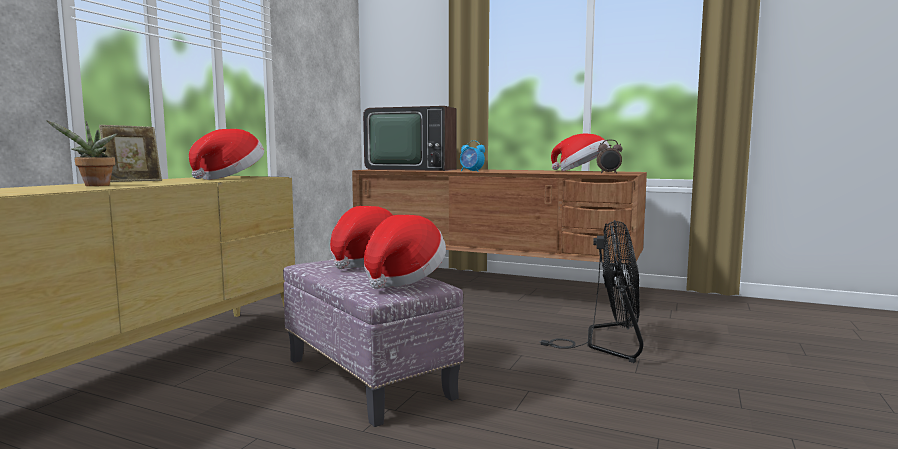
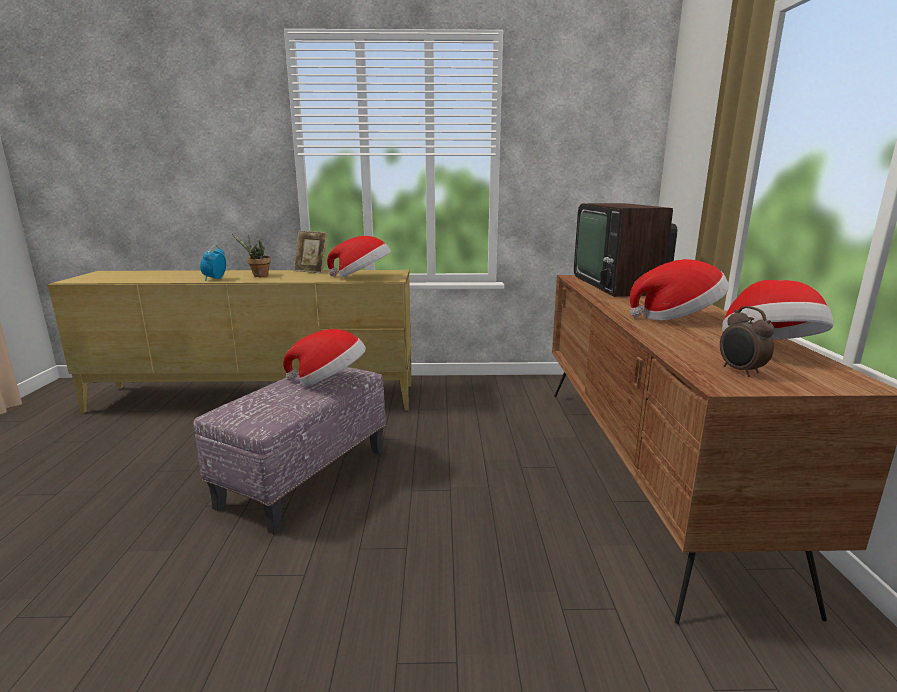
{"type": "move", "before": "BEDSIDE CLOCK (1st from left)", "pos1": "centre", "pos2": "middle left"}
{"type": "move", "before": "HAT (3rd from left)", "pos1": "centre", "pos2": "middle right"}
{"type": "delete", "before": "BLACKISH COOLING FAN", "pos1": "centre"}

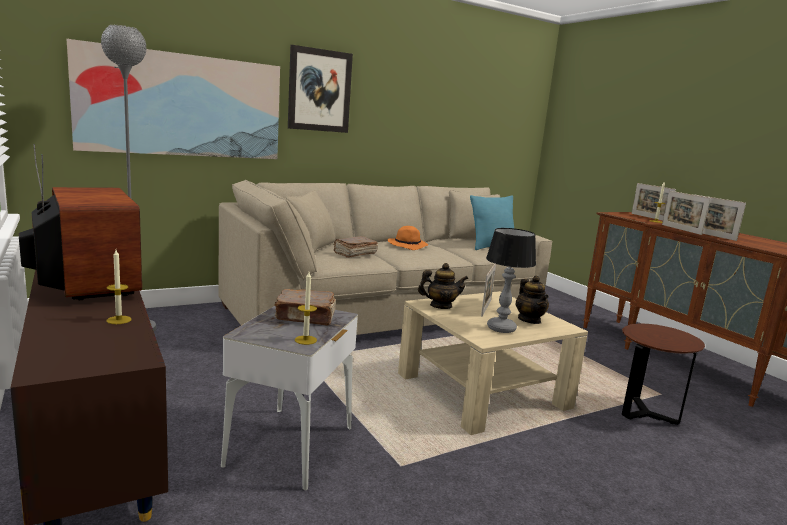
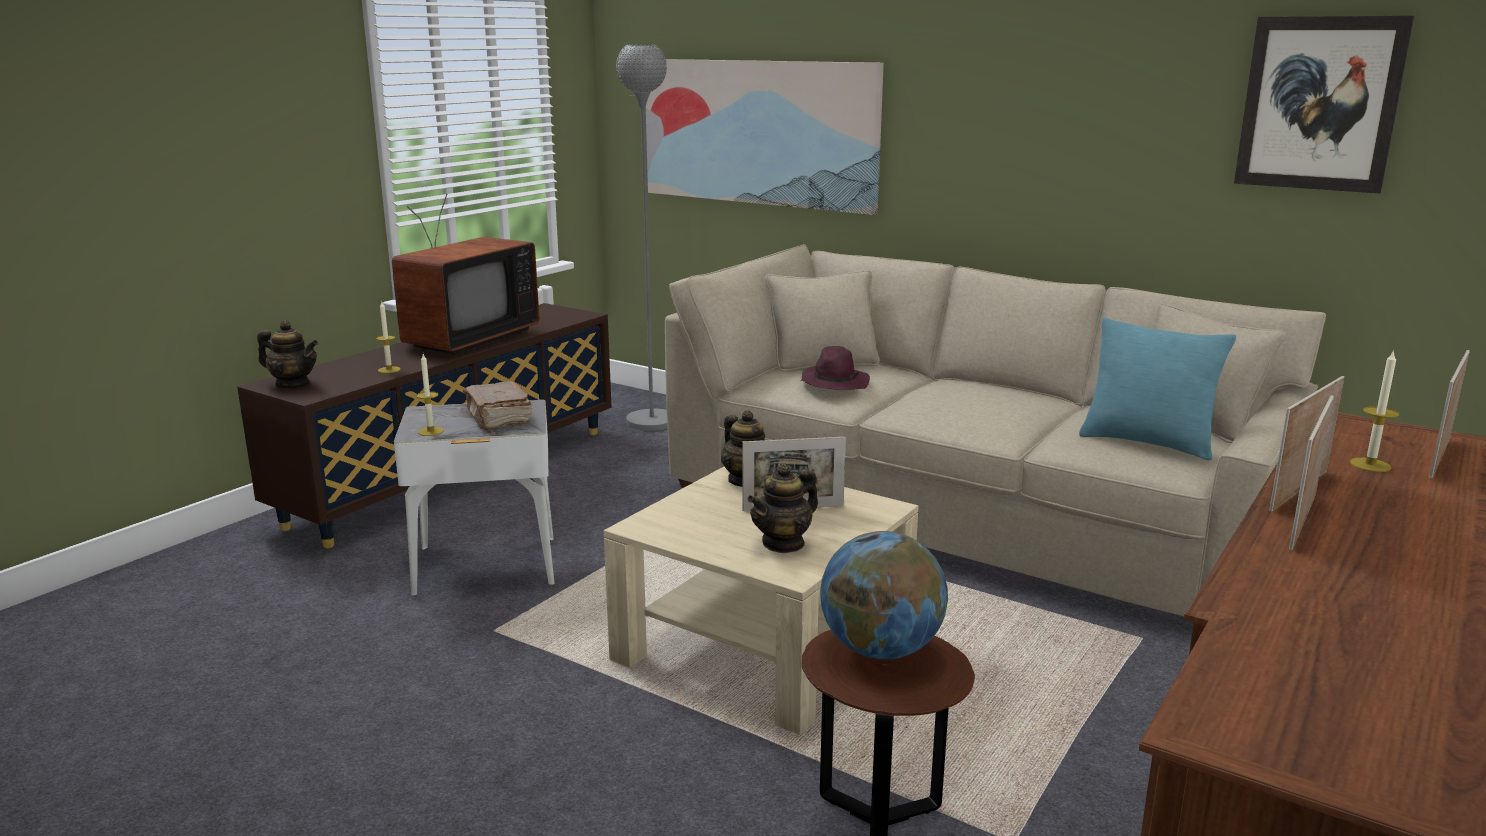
{"type": "insert", "after": "TEA POT (1st from left)", "pos2": "middle left"}
{"type": "replace", "before": "BROWNISH BOUND BOOK (2nd from left)", "after": "PURPLISH HAT", "pos1": "centre", "pos2": "centre"}
{"type": "insert", "after": "WORLD GLOBE", "pos2": "bottom centre"}
{"type": "move", "before": "WALL ART (2nd from left)", "pos1": "top centre", "pos2": "top right"}
{"type": "delete", "before": "ORANGE-COLOURED HAT", "pos1": "centre"}
{"type": "delete", "before": "TABLETOP LAMP", "pos1": "centre"}

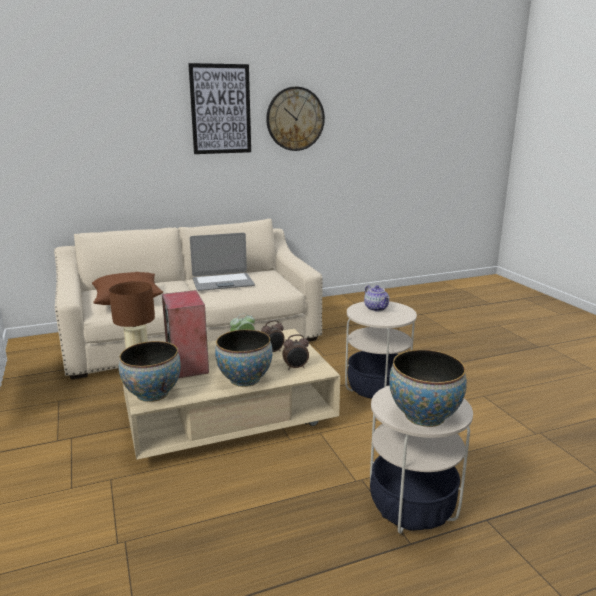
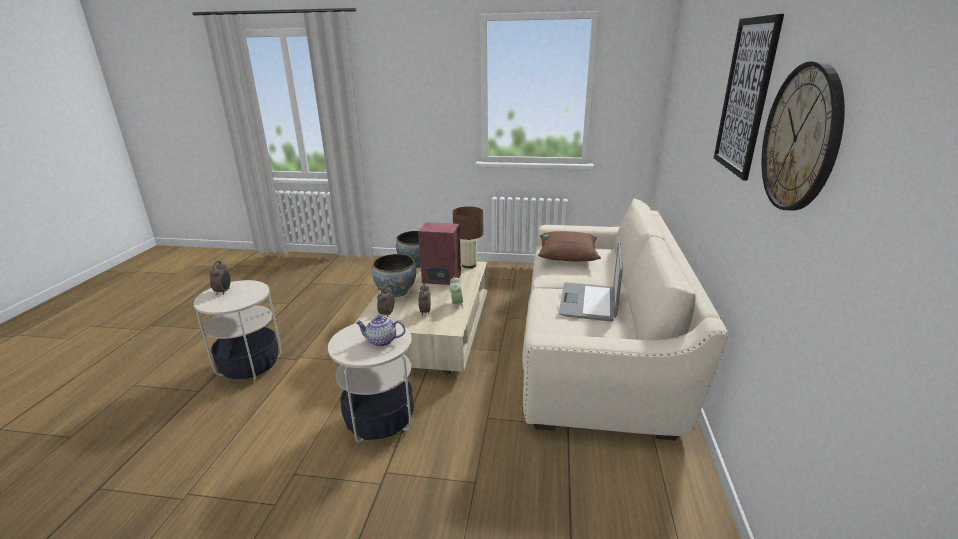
{"type": "replace", "before": "DEEP DISH (3rd from left)", "after": "BEDSIDE CLOCK (1st from left)", "pos1": "middle right", "pos2": "middle left"}

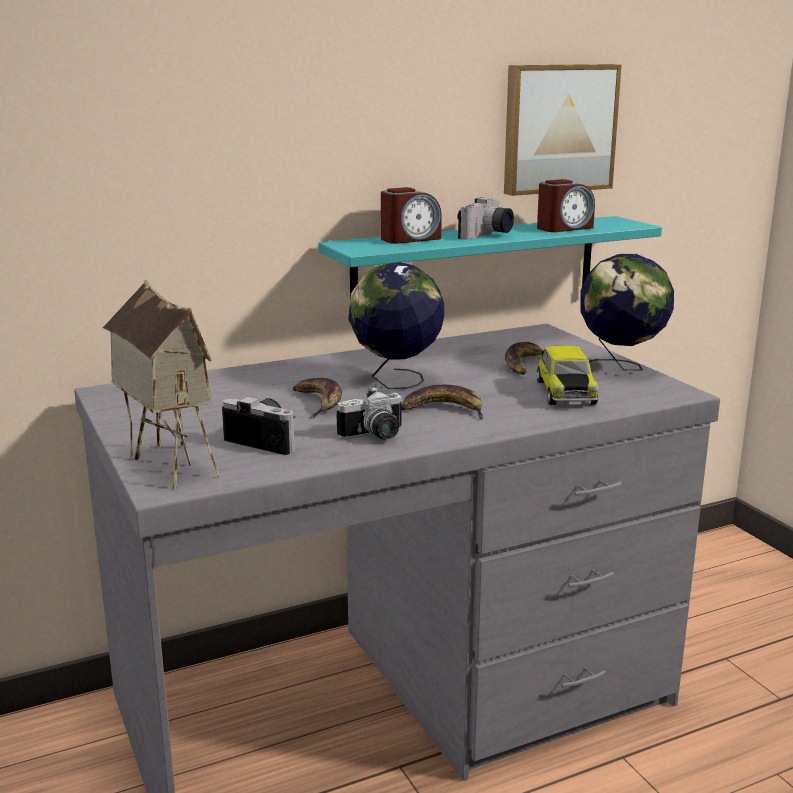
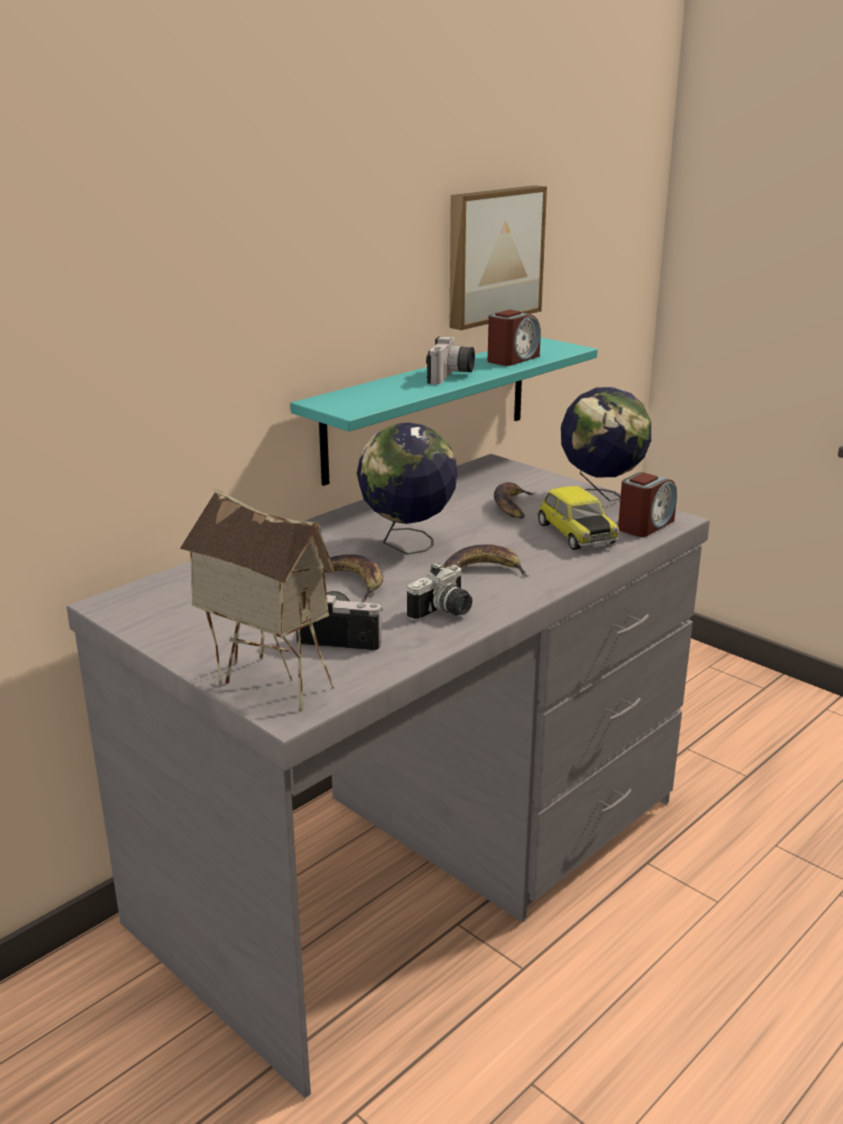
{"type": "move", "before": "BEDSIDE CLOCK (1st from left in the first image)", "after": "BEDSIDE CLOCK (2nd from left)", "pos1": "top centre", "pos2": "middle right"}

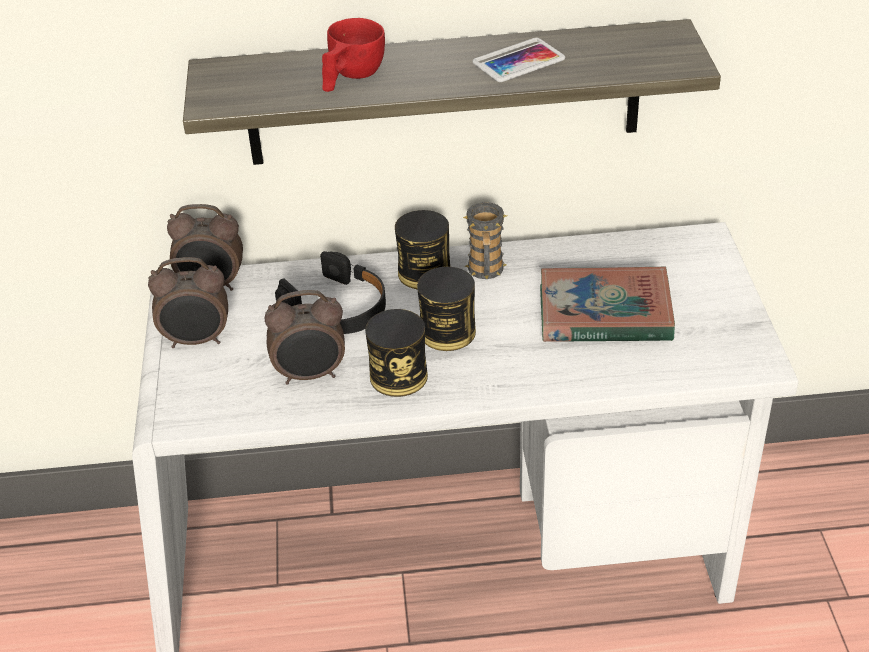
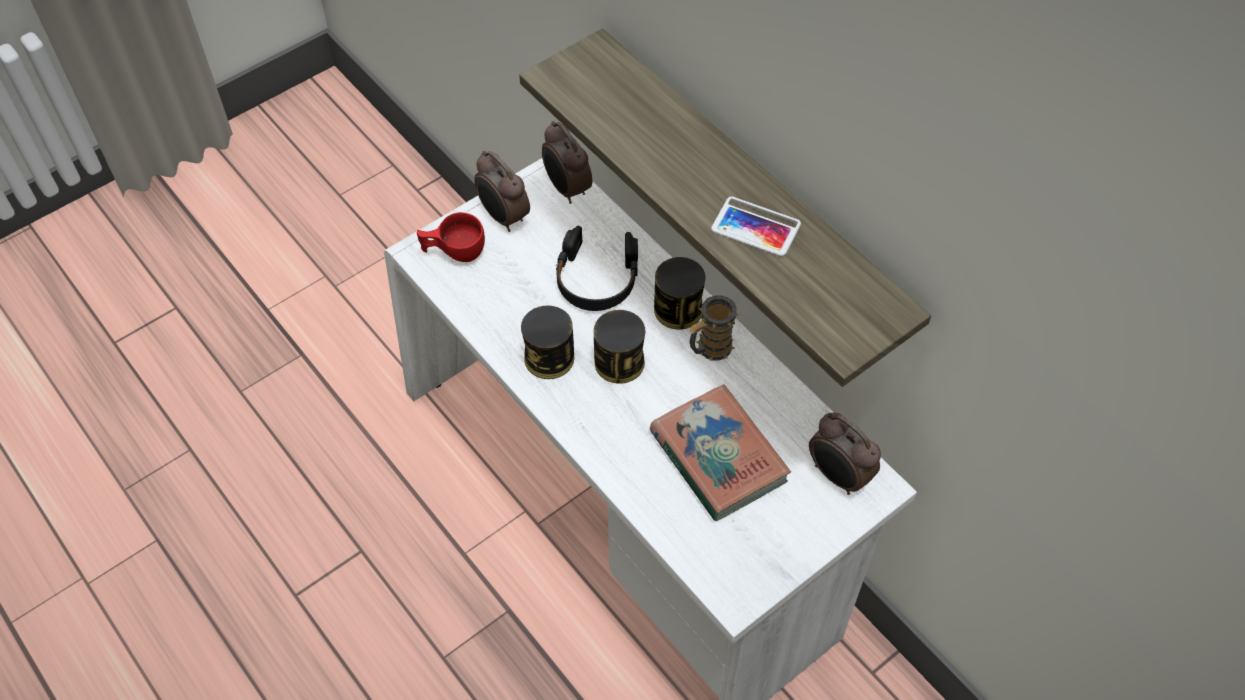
{"type": "move", "before": "RED-COLOURED SMALL CUP", "pos1": "top centre", "pos2": "centre"}
{"type": "move", "before": "BEDSIDE CLOCK (3rd from left)", "pos1": "centre", "pos2": "middle right"}

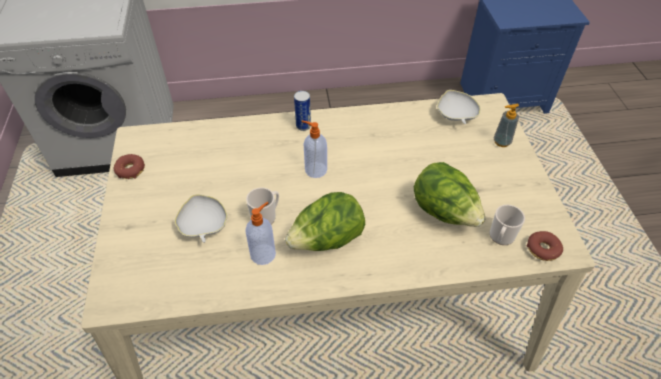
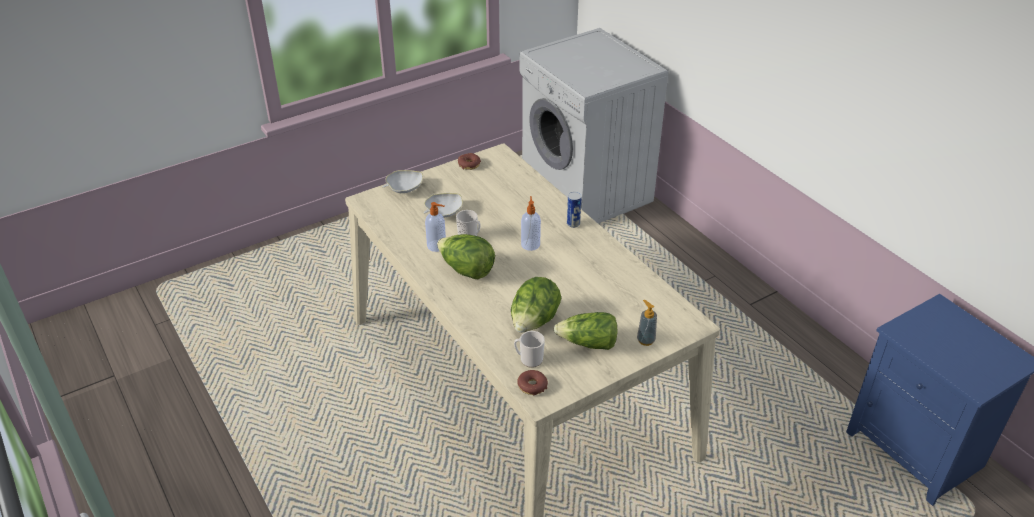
{"type": "move", "before": "WHITE DEEP DISH (2nd from left in the first image)", "after": "WHITE DEEP DISH (1st from left)", "pos1": "top right", "pos2": "centre"}
{"type": "insert", "after": "HEAD OF LETTUCE (3rd from left)", "pos2": "centre"}

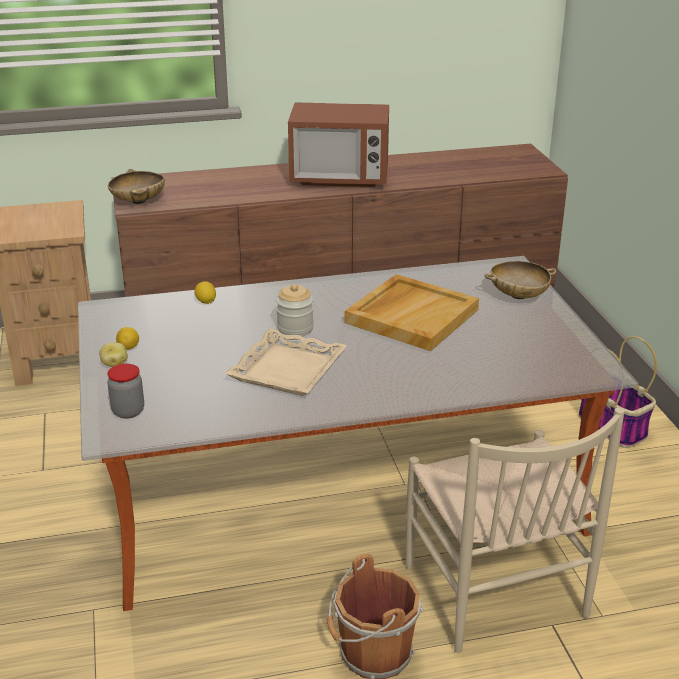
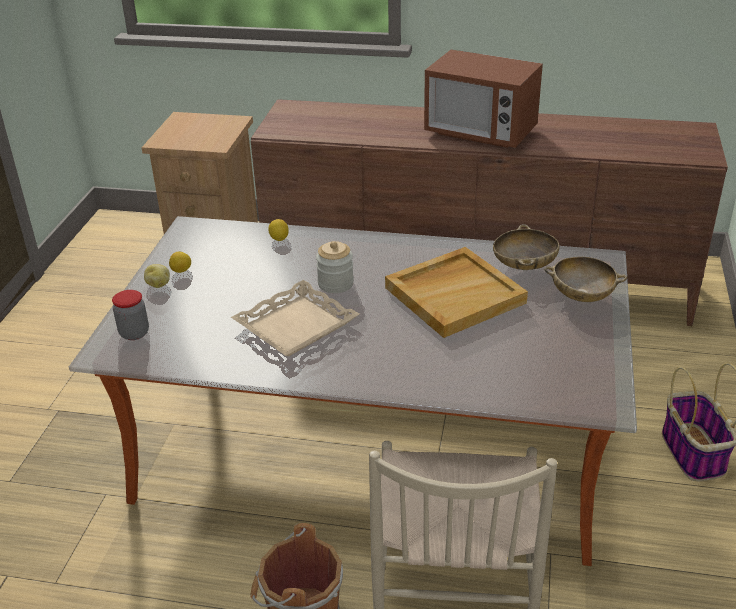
{"type": "move", "before": "BEIGE-COLOURED DEEP DISH (1st from left)", "pos1": "top left", "pos2": "middle right"}

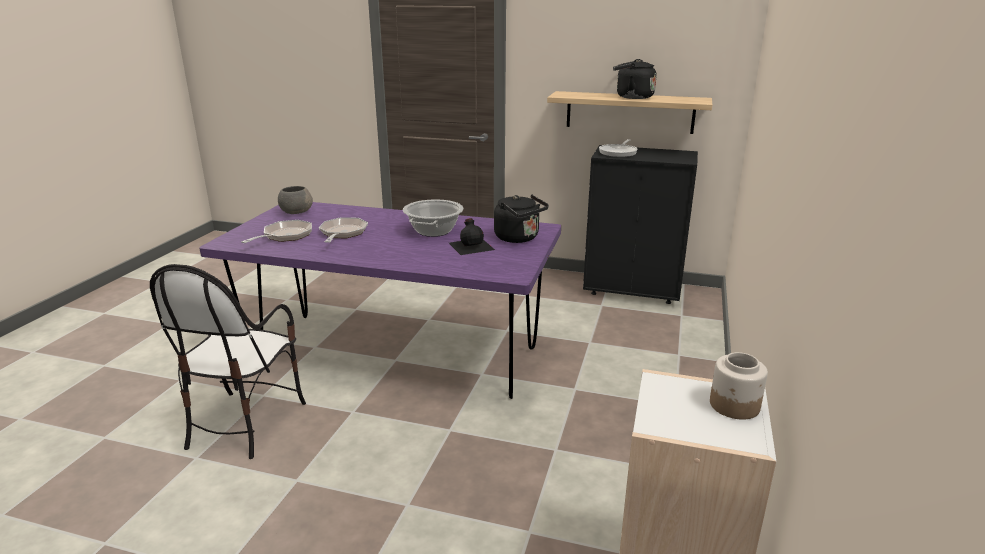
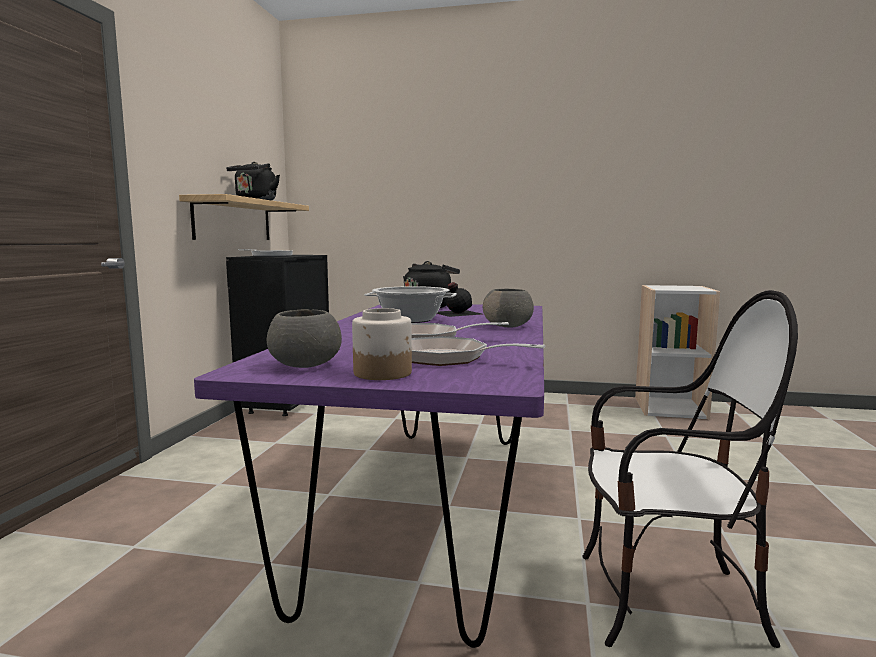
{"type": "move", "before": "JAR", "pos1": "bottom right", "pos2": "centre"}
{"type": "insert", "after": "GREYISH DEEP DISH (2nd from left)", "pos2": "centre"}

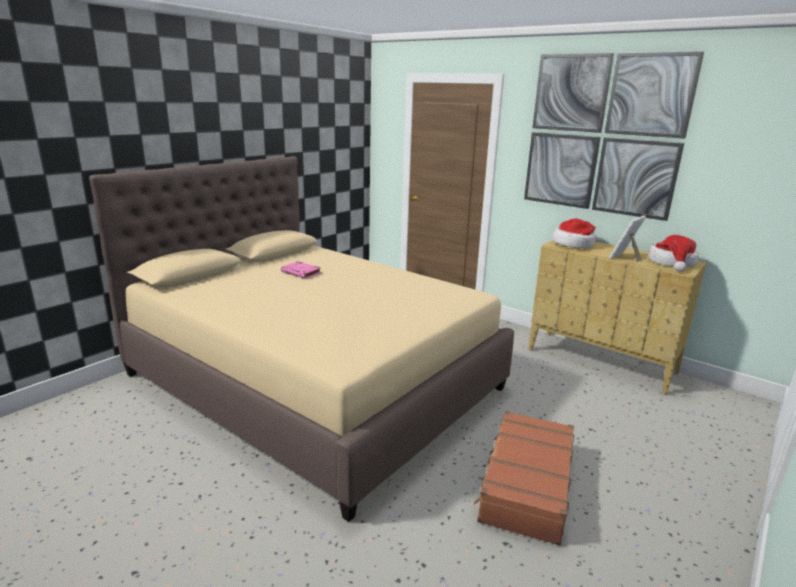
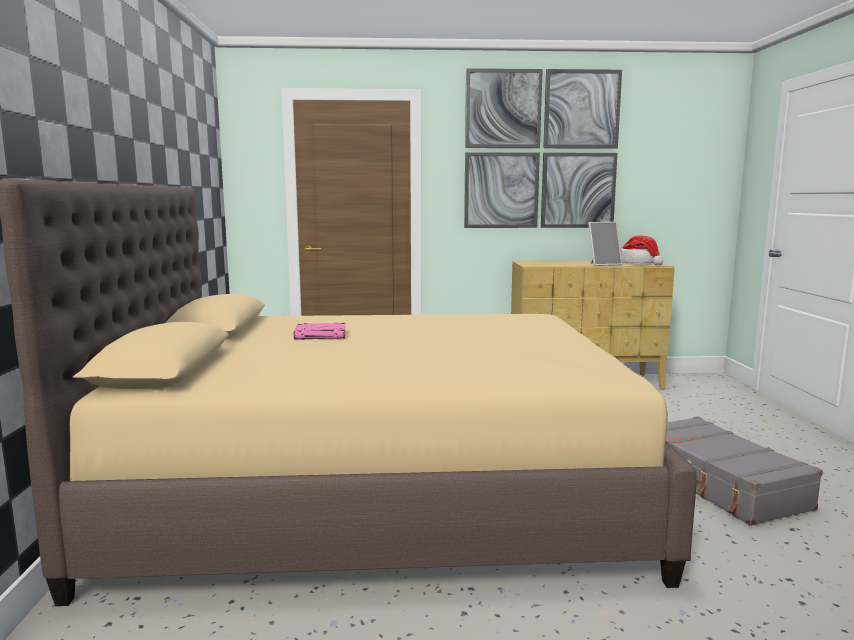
{"type": "rotate", "before": "PICTURE FRAME", "pos1": "middle right", "pos2": "middle right", "turn": -105}
{"type": "recolor", "before": "BROWNISH SUITCASE", "after": "GREYISH SUITCASE", "pos1": "bottom centre", "pos2": "bottom right"}
{"type": "delete", "before": "HAT (1st from left)", "pos1": "middle right"}

